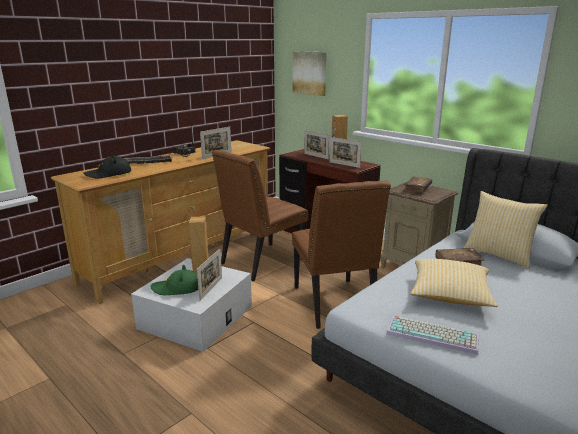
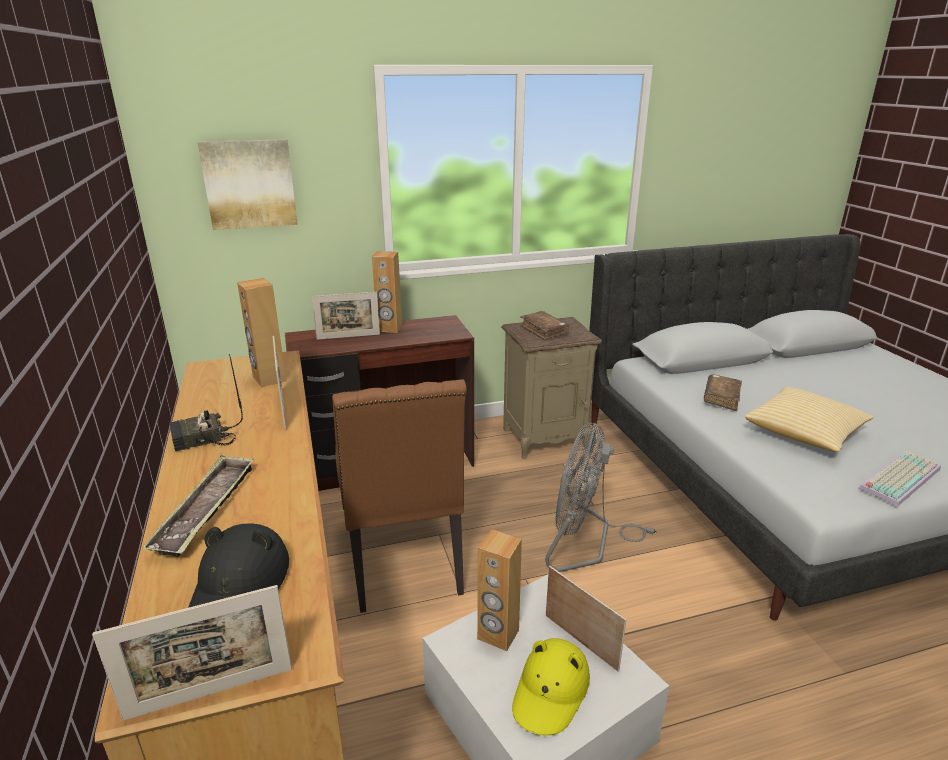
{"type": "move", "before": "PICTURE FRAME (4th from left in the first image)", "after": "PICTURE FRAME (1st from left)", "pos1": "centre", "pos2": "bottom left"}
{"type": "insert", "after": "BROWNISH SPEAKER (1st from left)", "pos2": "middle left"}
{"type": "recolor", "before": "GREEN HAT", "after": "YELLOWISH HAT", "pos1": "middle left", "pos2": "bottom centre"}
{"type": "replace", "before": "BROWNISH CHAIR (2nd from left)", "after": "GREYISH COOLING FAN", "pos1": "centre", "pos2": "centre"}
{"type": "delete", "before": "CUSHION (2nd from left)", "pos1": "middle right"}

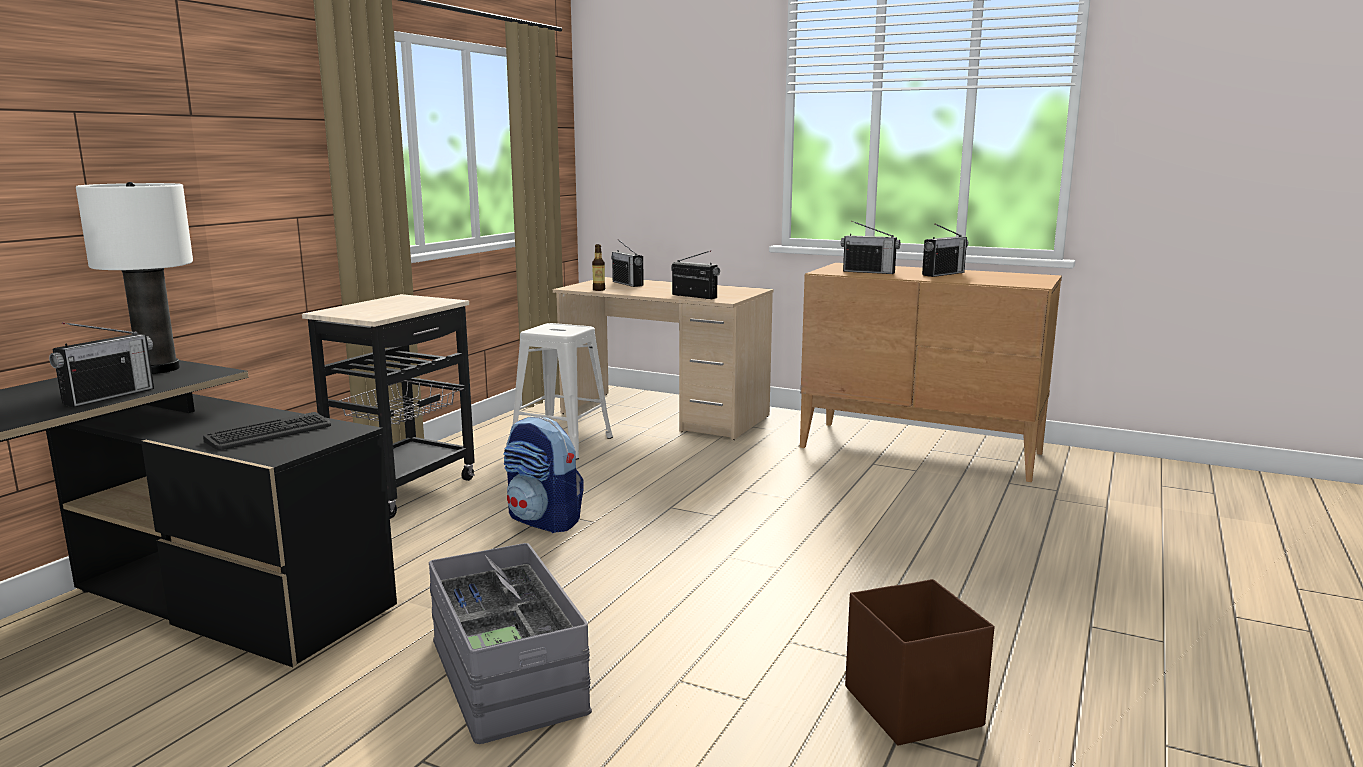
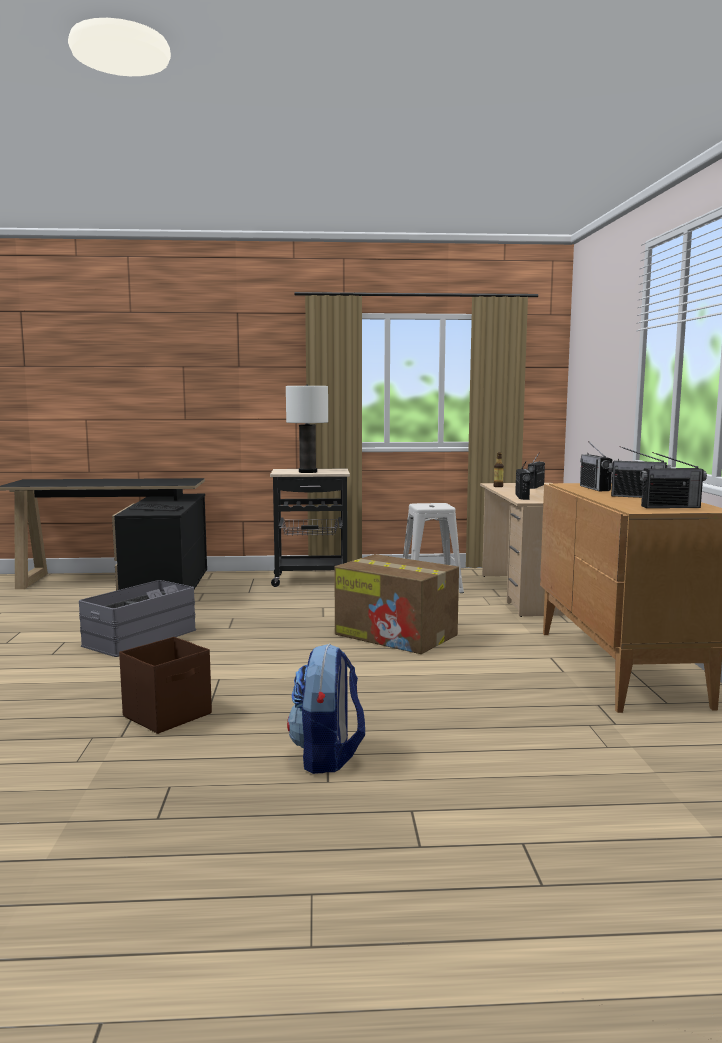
{"type": "move", "before": "WHITE TABLETOP LAMP", "pos1": "middle left", "pos2": "centre"}
{"type": "move", "before": "KNAPSACK", "pos1": "centre", "pos2": "bottom centre"}
{"type": "insert", "after": "PACKING BOX", "pos2": "centre"}
{"type": "move", "before": "RADIO SET (1st from left in the first image)", "after": "RADIO SET (5th from left)", "pos1": "middle left", "pos2": "middle right"}

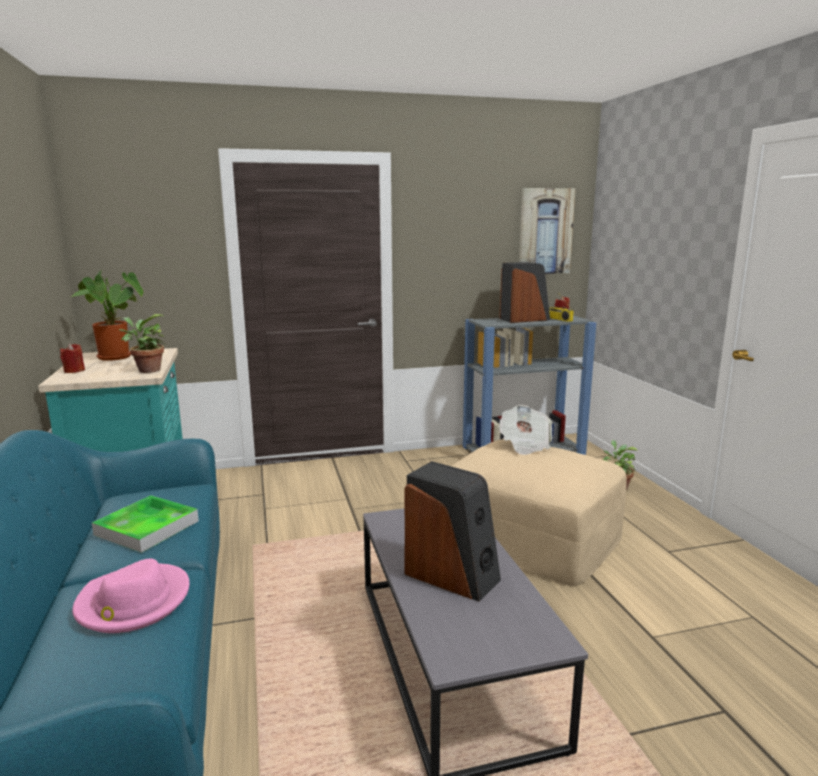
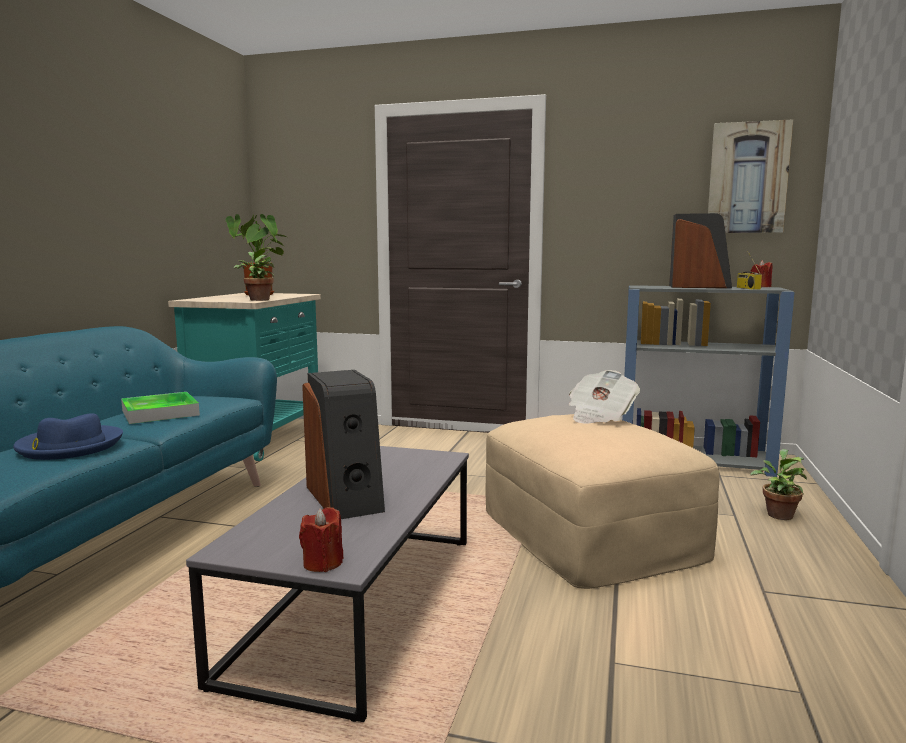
{"type": "recolor", "before": "PINK-COLOURED HAT", "after": "BLUE-COLOURED HAT", "pos1": "bottom left", "pos2": "middle left"}
{"type": "move", "before": "RED-COLOURED CANDLE (1st from left)", "pos1": "middle left", "pos2": "bottom centre"}

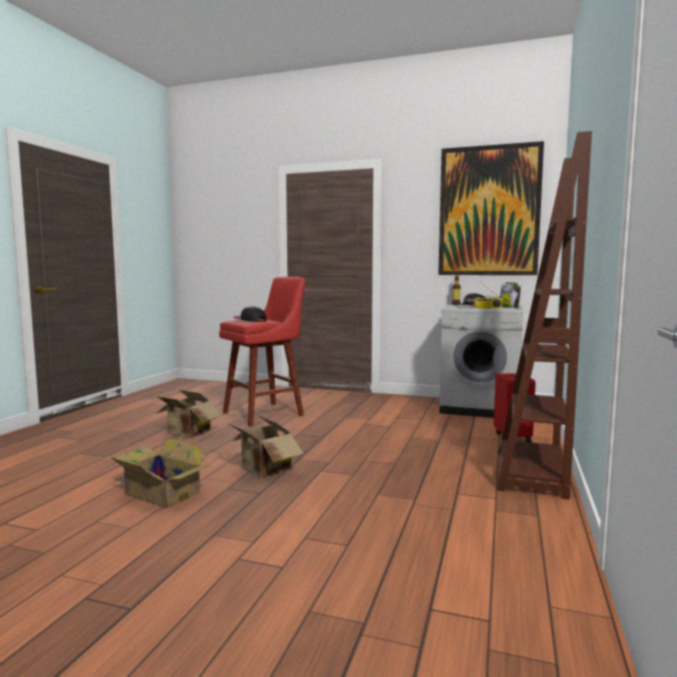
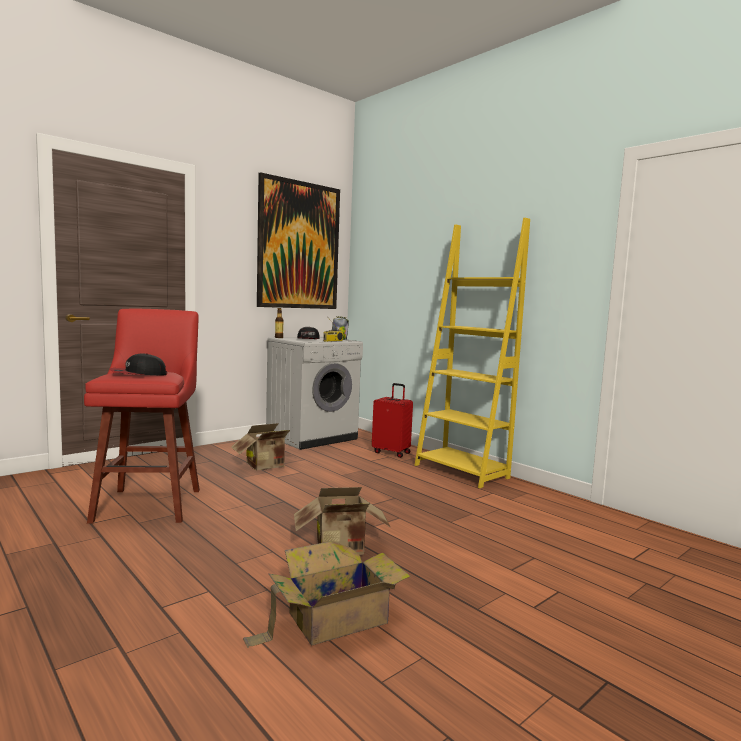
{"type": "move", "before": "PACKING BOX (2nd from left in the first image)", "after": "PACKING BOX (1st from left)", "pos1": "middle left", "pos2": "centre"}
{"type": "recolor", "before": "BROWNISH BOOKSHELF", "after": "YELLOWISH BOOKSHELF", "pos1": "middle right", "pos2": "centre"}

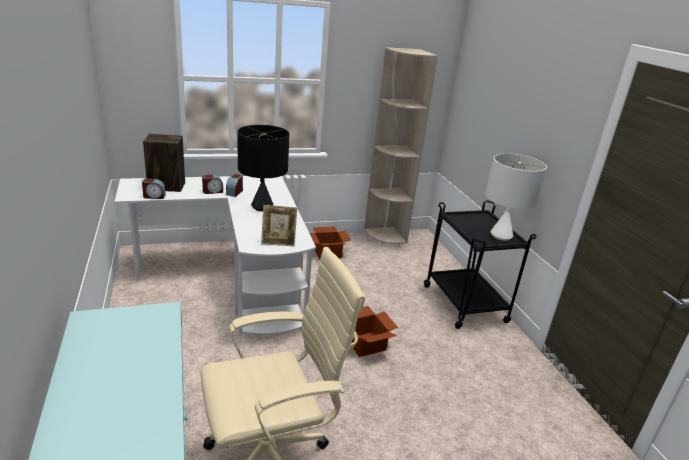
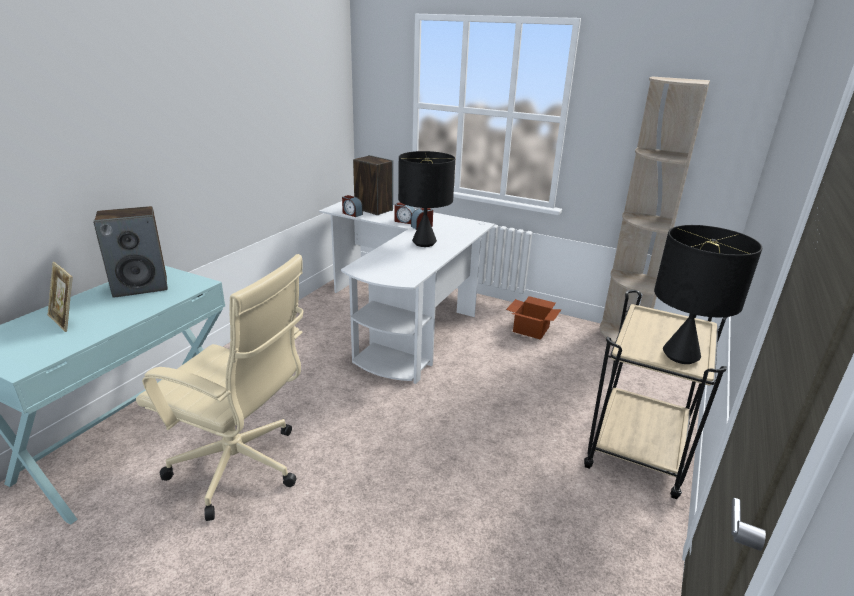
{"type": "move", "before": "PICTURE FRAME", "pos1": "centre", "pos2": "middle left"}
{"type": "insert", "after": "SPEAKER (1st from left)", "pos2": "middle left"}
{"type": "recolor", "before": "BLACKISH CART", "after": "BEIGE-COLOURED CART", "pos1": "middle right", "pos2": "middle right"}
{"type": "recolor", "before": "WHITE TABLETOP LAMP", "after": "BLACKISH TABLETOP LAMP (2nd from left)", "pos1": "middle right", "pos2": "middle right"}
{"type": "delete", "before": "PACKING BOX (2nd from left)", "pos1": "bottom centre"}

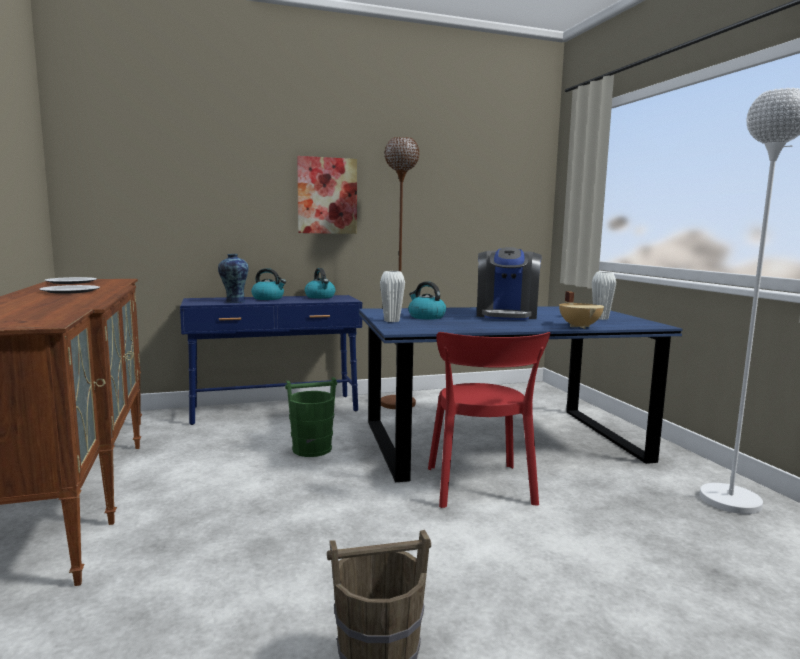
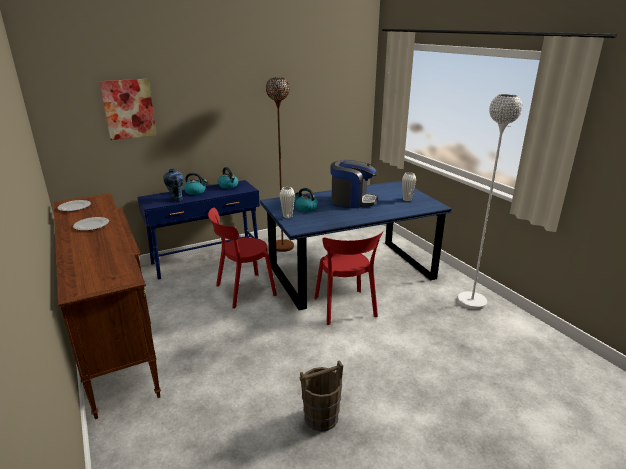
{"type": "move", "before": "WALL ART", "pos1": "top centre", "pos2": "top left"}
{"type": "replace", "before": "GREEN WATER BUCKET", "after": "RED-COLOURED CHAIR (1st from left)", "pos1": "centre", "pos2": "centre"}
{"type": "rotate", "before": "COFFEE MACHINE", "pos1": "centre", "pos2": "centre", "turn": -75}
{"type": "delete", "before": "BEIGE-COLOURED STOCKPOT", "pos1": "middle right"}

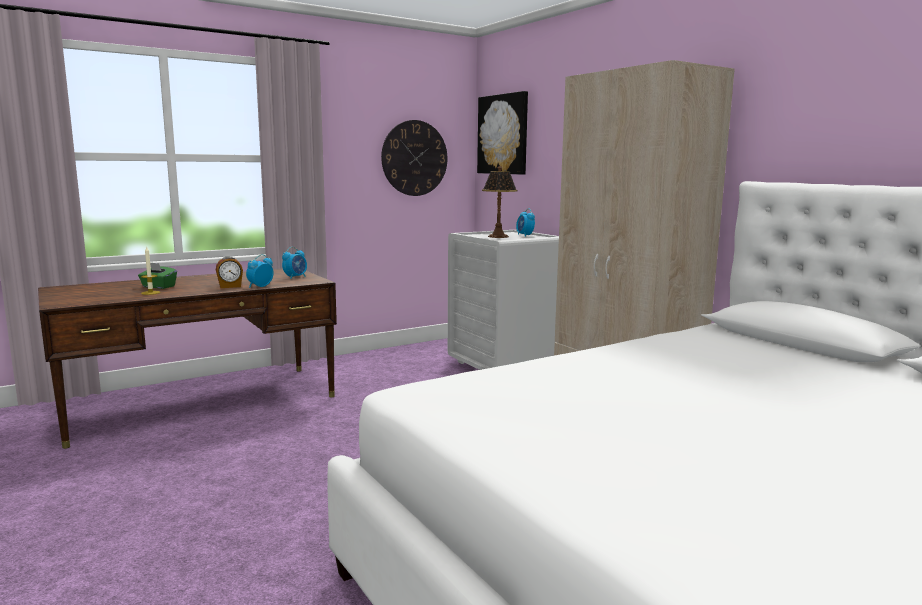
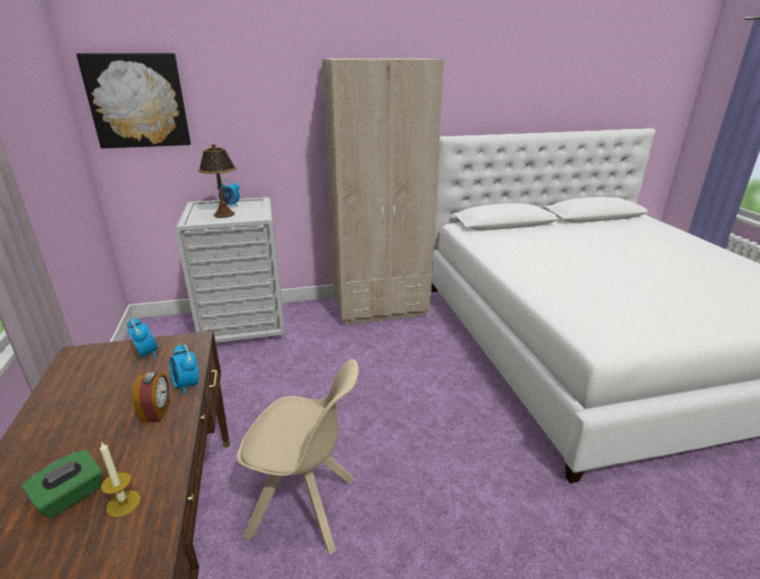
{"type": "insert", "after": "BEIGE-COLOURED CHAIR", "pos2": "bottom centre"}
{"type": "delete", "before": "WALL CLOCK", "pos1": "top centre"}

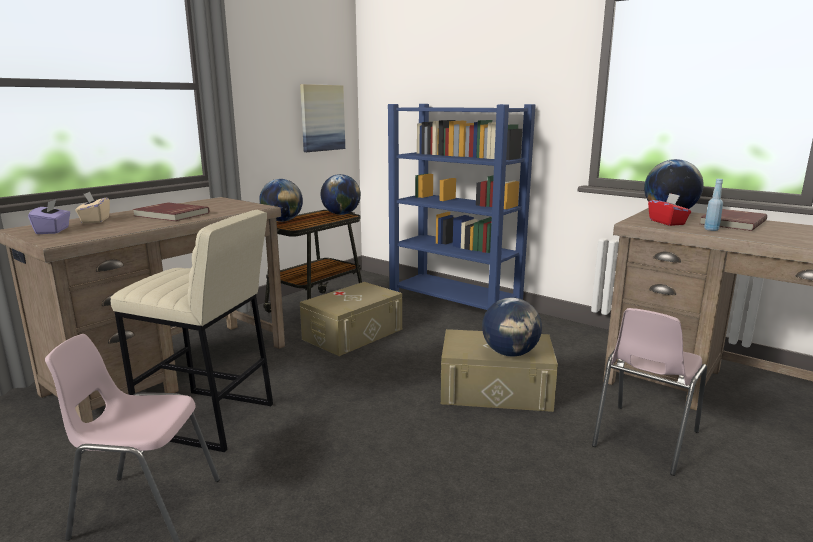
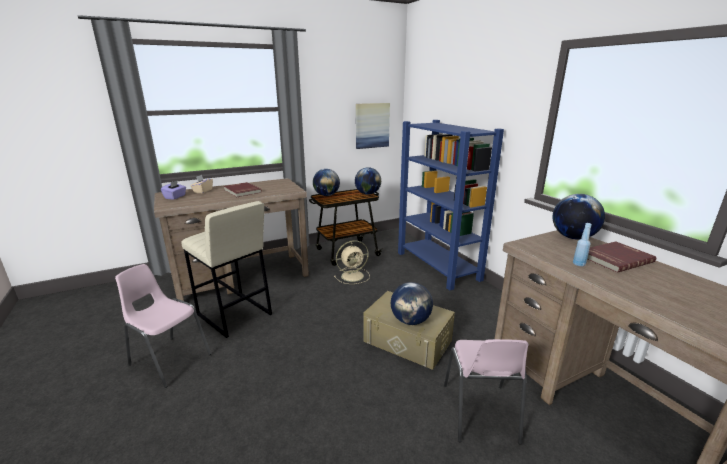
{"type": "replace", "before": "BEIGE-COLOURED STORAGE BIN (1st from left)", "after": "BEIGE-COLOURED COOLING FAN", "pos1": "centre", "pos2": "centre"}
{"type": "rotate", "before": "PINK-COLOURED CHAIR (2nd from left)", "pos1": "bottom right", "pos2": "bottom right", "turn": -60}
{"type": "delete", "before": "RED-COLOURED TISSUE BOX", "pos1": "middle right"}

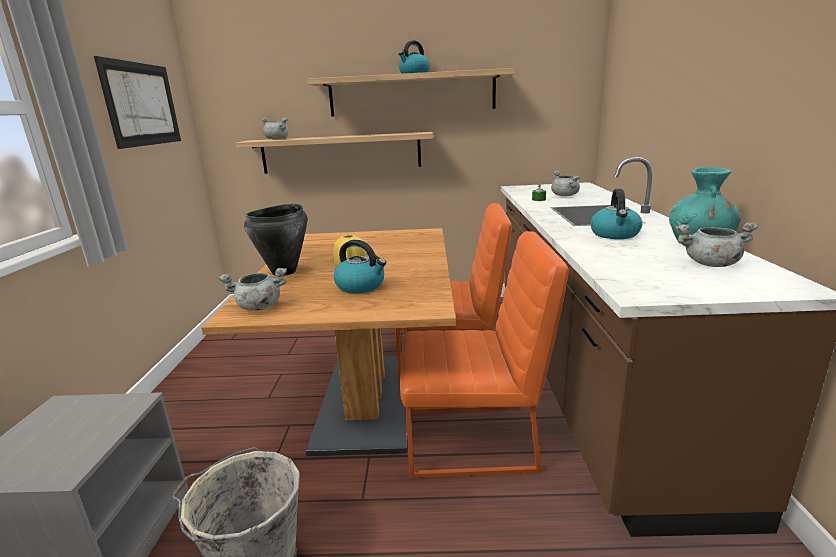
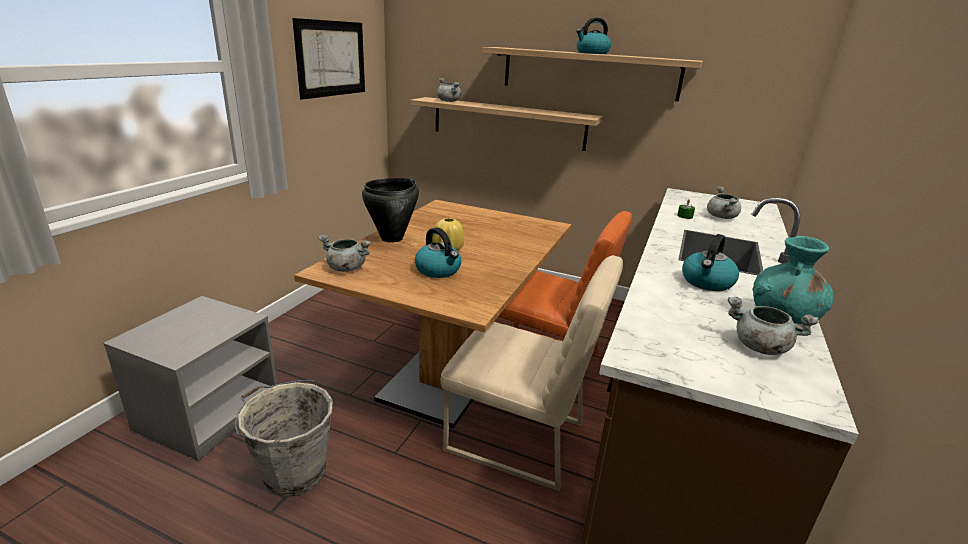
{"type": "recolor", "before": "ORANGE-COLOURED CHAIR (2nd from left)", "after": "BEIGE-COLOURED CHAIR", "pos1": "centre", "pos2": "bottom centre"}

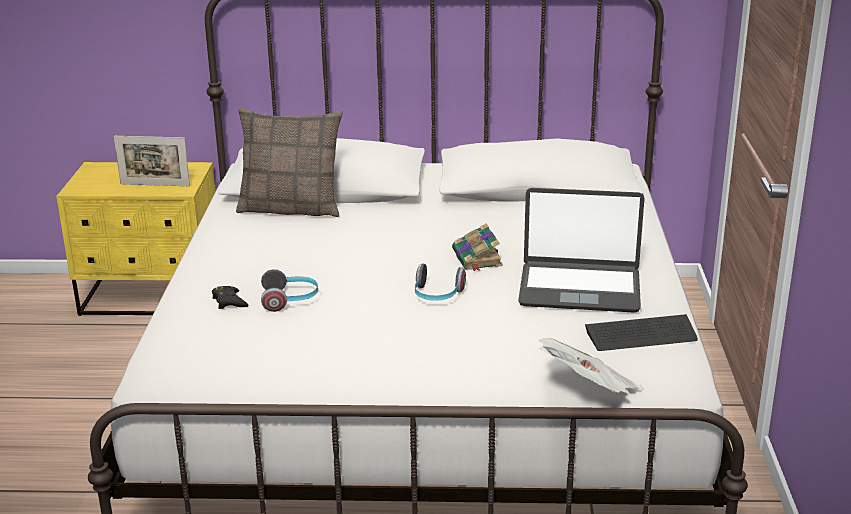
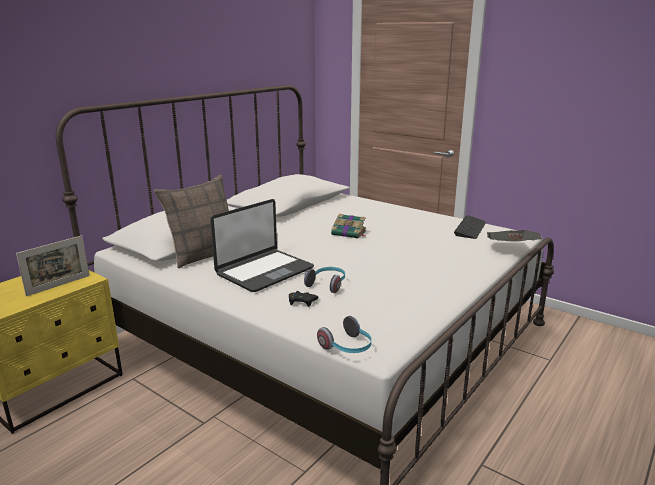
{"type": "move", "before": "LAPTOP", "pos1": "middle right", "pos2": "centre"}
{"type": "move", "before": "HEADSET (2nd from left)", "pos1": "centre", "pos2": "bottom centre"}

